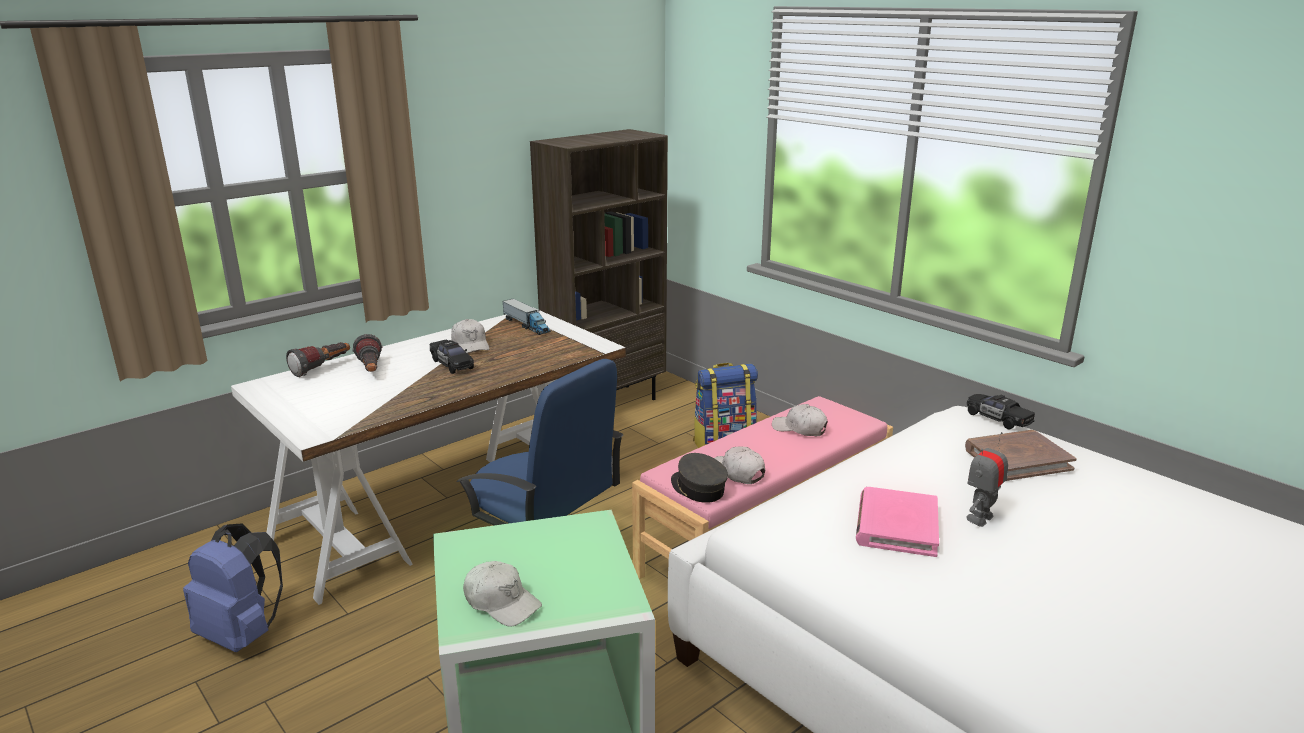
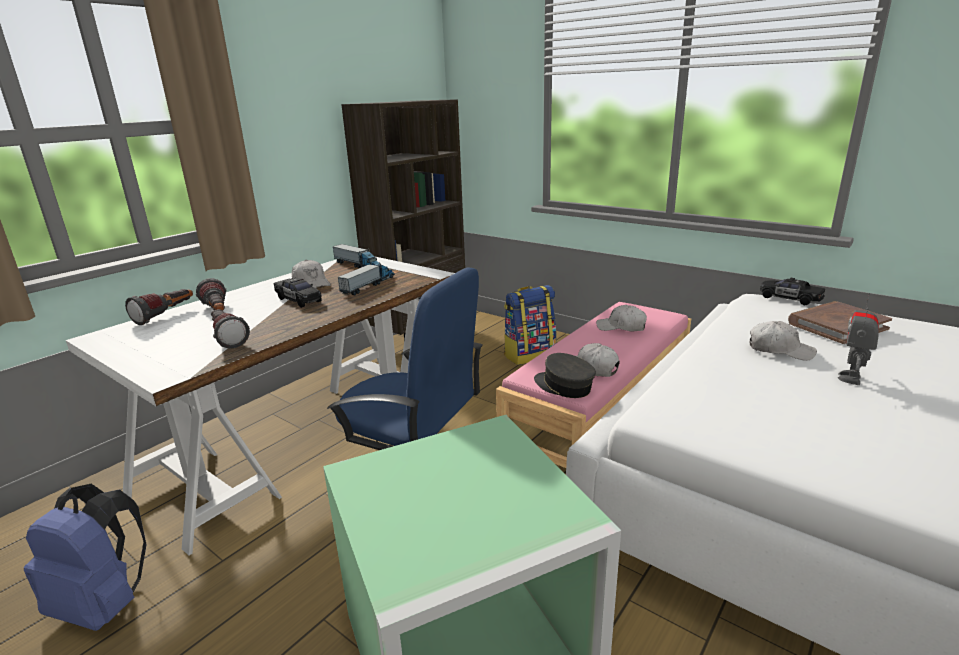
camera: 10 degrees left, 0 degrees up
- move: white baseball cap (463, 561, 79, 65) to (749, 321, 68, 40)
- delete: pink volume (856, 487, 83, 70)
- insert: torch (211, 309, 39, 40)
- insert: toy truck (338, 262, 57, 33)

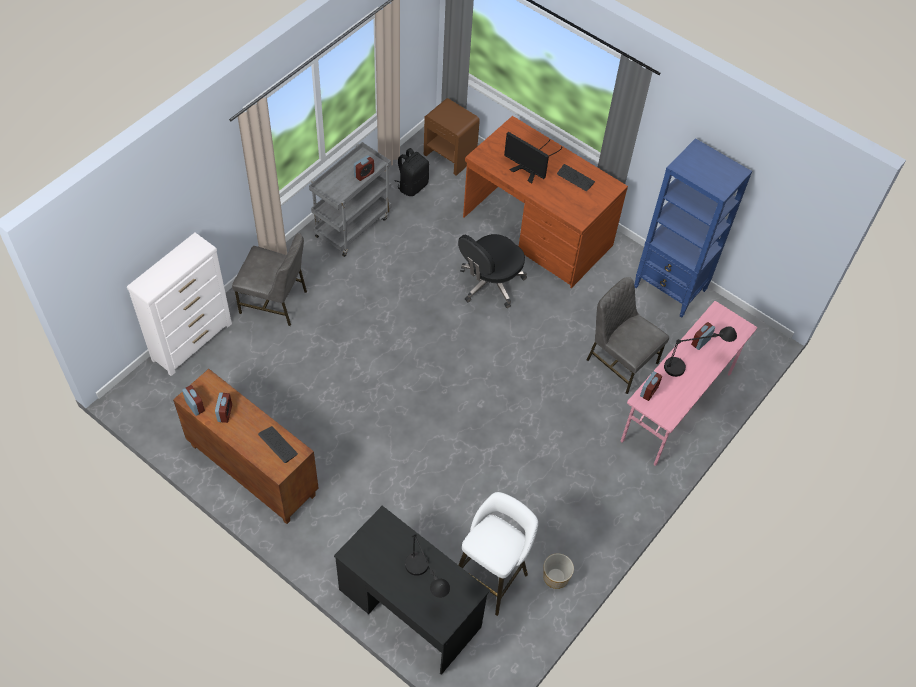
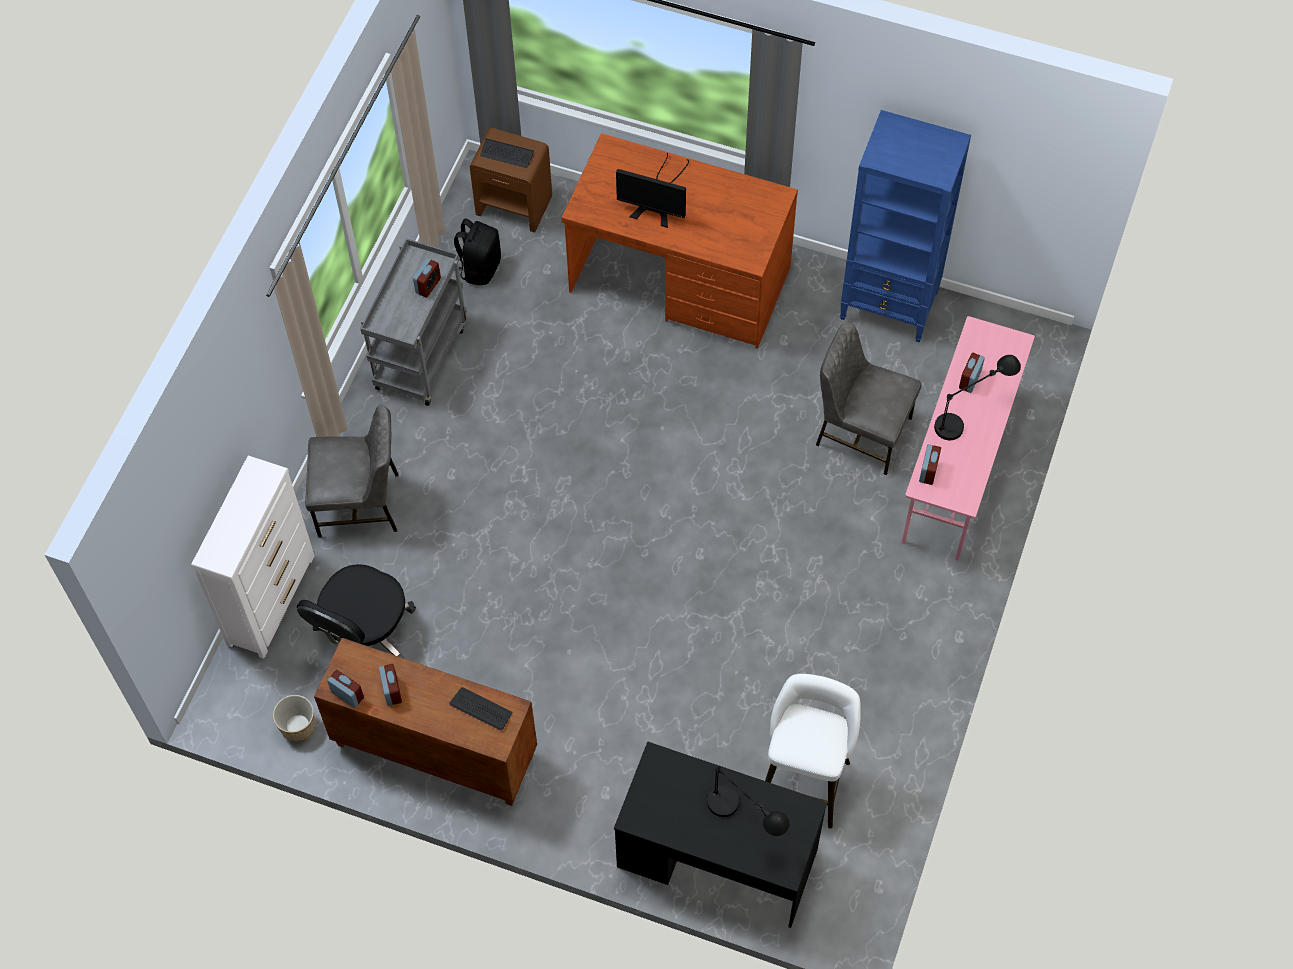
camera: 15 degrees left, 5 degrees up
- move: black-coloured computer chair (458, 234, 69, 74) to (297, 564, 119, 94)
- move: flower pot (543, 553, 31, 36) to (273, 695, 42, 47)
- move: PC keyboard (557, 164, 38, 27) to (480, 138, 54, 30)

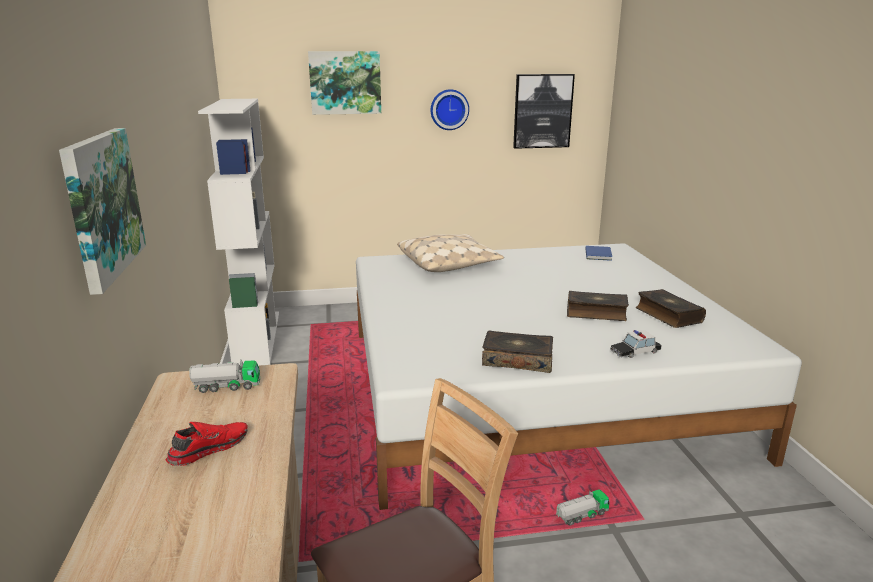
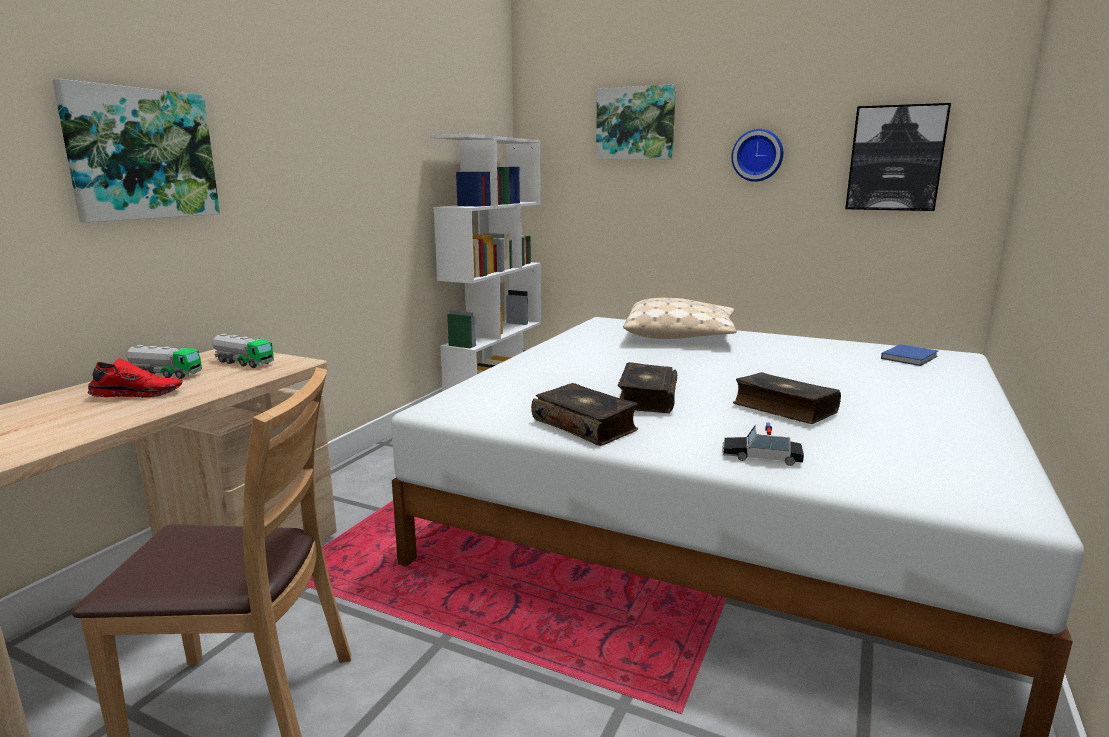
camera: 35 degrees right, 5 degrees down
- move: toy truck (556, 489, 53, 37) to (126, 345, 76, 34)
- move: volume (636, 289, 70, 39) to (618, 362, 59, 51)

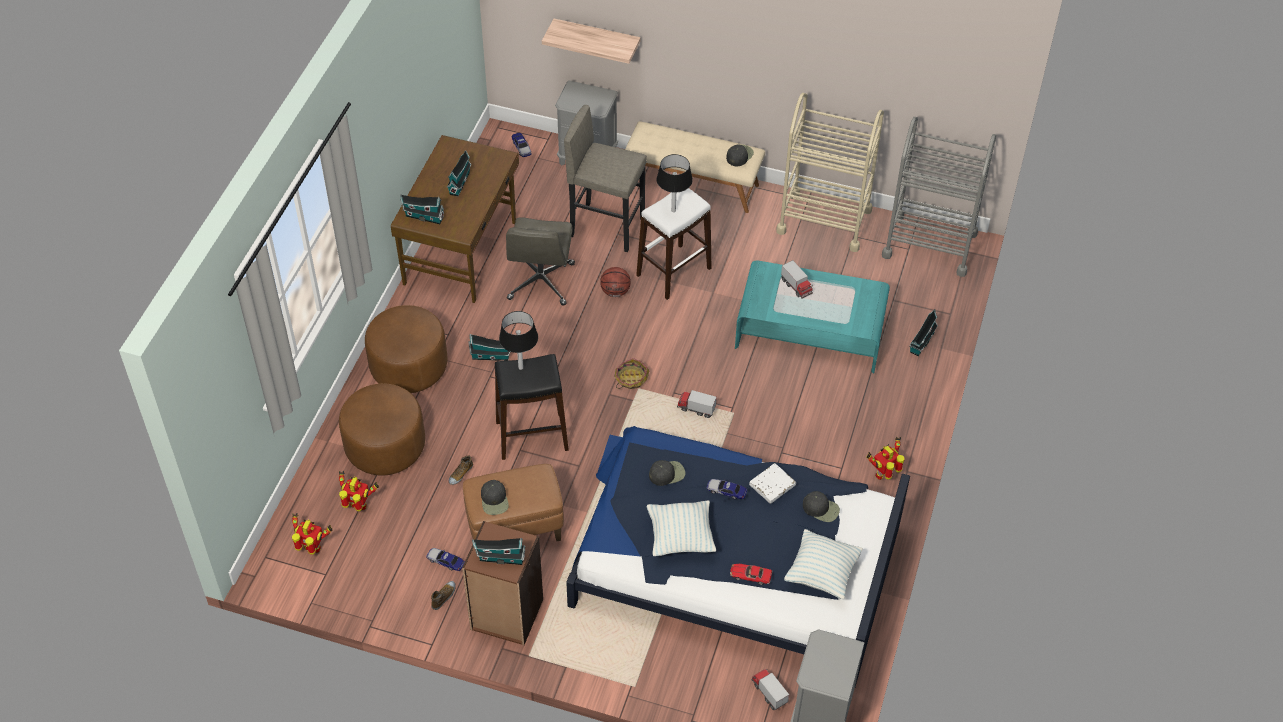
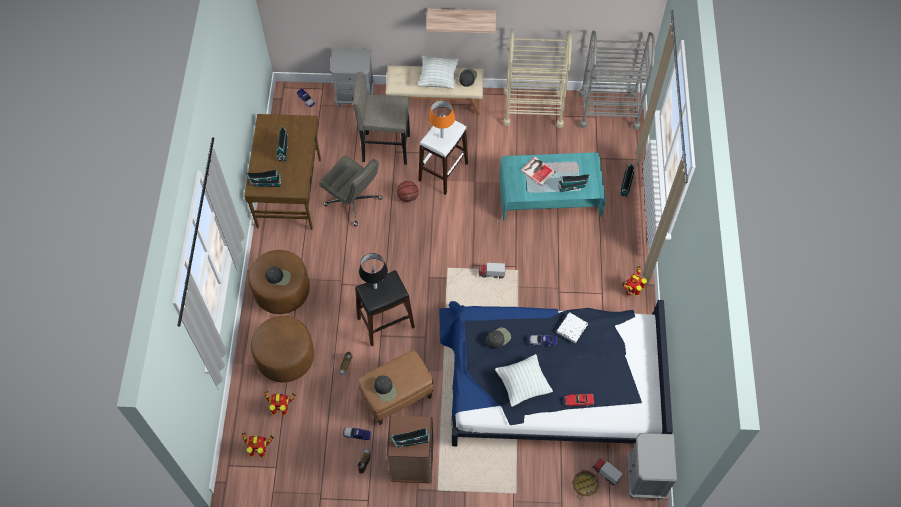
camera: 15 degrees left, 10 degrees up
- move: toy house (468, 334, 43, 27) to (558, 174, 32, 18)
- rotate: grey computer chair (506, 217, 69, 89) = (319, 156, 64, 71) 45 degrees counterclockwise
- move: wall shelf (542, 19, 98, 45) to (426, 9, 70, 24)
- move: basket (615, 358, 34, 31) to (572, 470, 27, 29)
- recolor: black-coloured lamp for a table (656, 154, 37, 58) to orange lamp for a table (429, 100, 26, 38)
- replace: toy truck (781, 260, 32, 39) to volume (521, 157, 35, 29)
- move: throw pillow (784, 529, 79, 70) to (418, 56, 40, 33)
- move: black-coloured baseball cap (803, 491, 37, 31) to (265, 266, 26, 20)

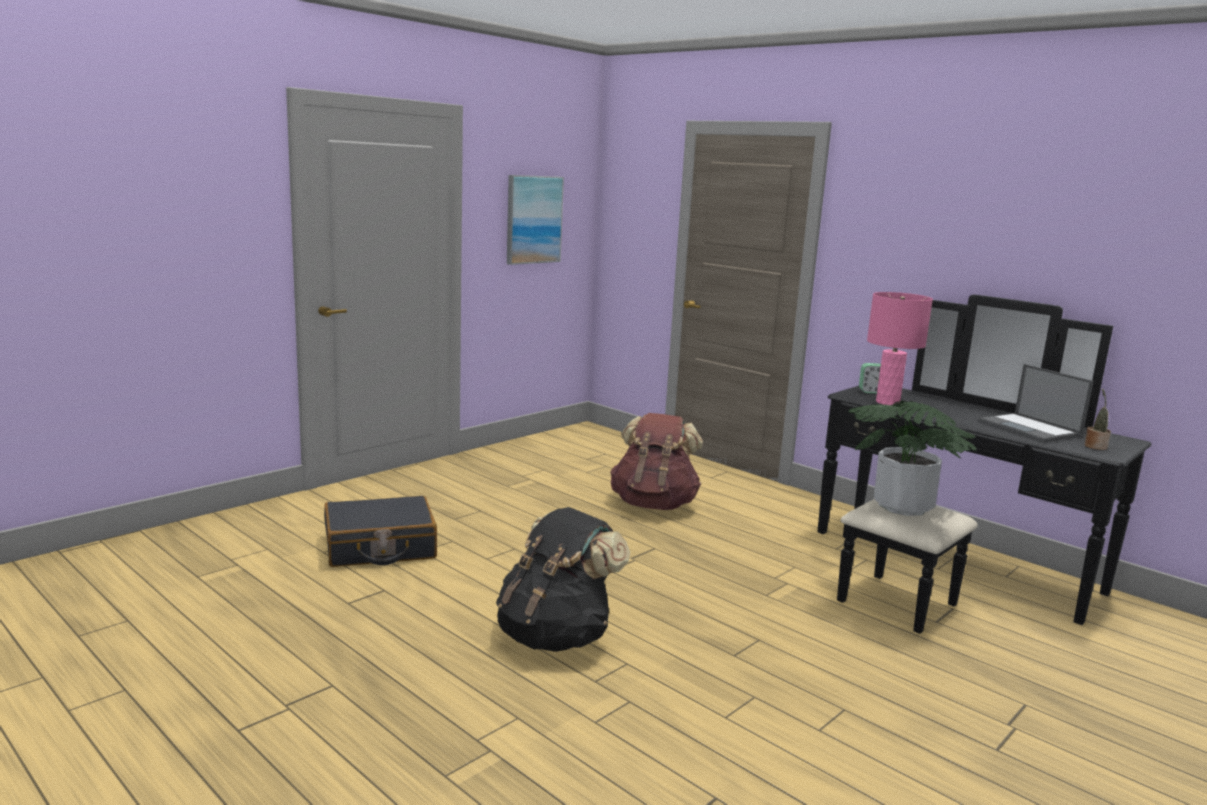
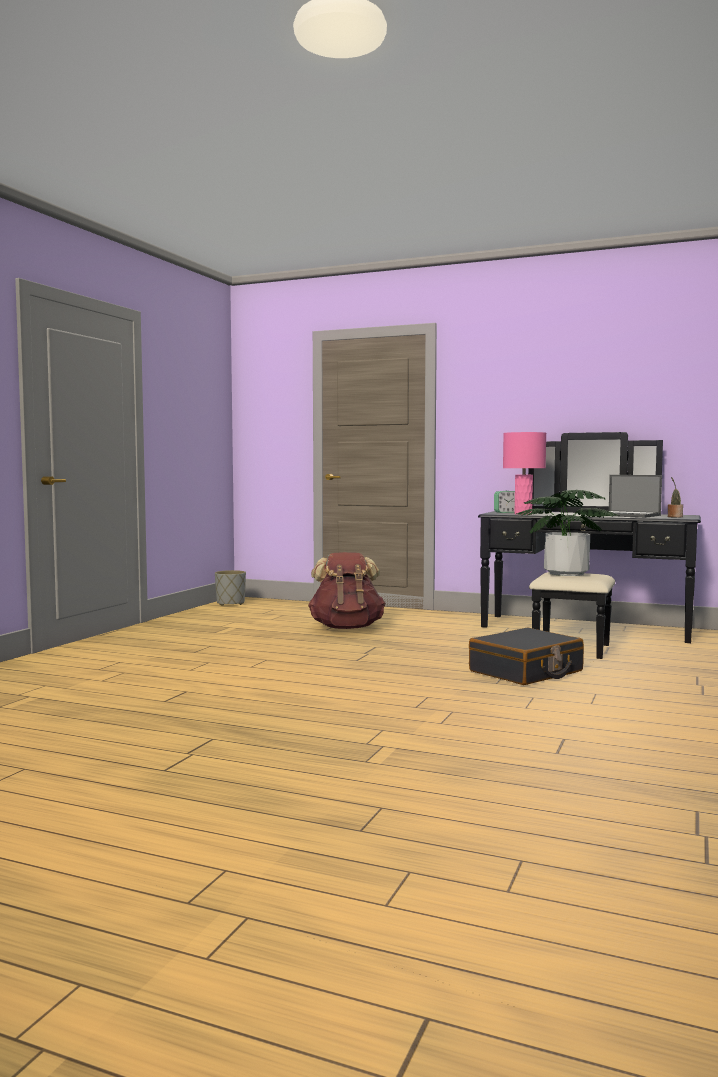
camera: 20 degrees left, 10 degrees down
- move: black-coloured suitcase (324, 496, 113, 71) to (469, 628, 115, 57)
- delete: black-coloured rucksack (496, 507, 134, 145)
- delete: wall picture (507, 175, 57, 90)
- insert: grey flower pot (215, 570, 31, 36)

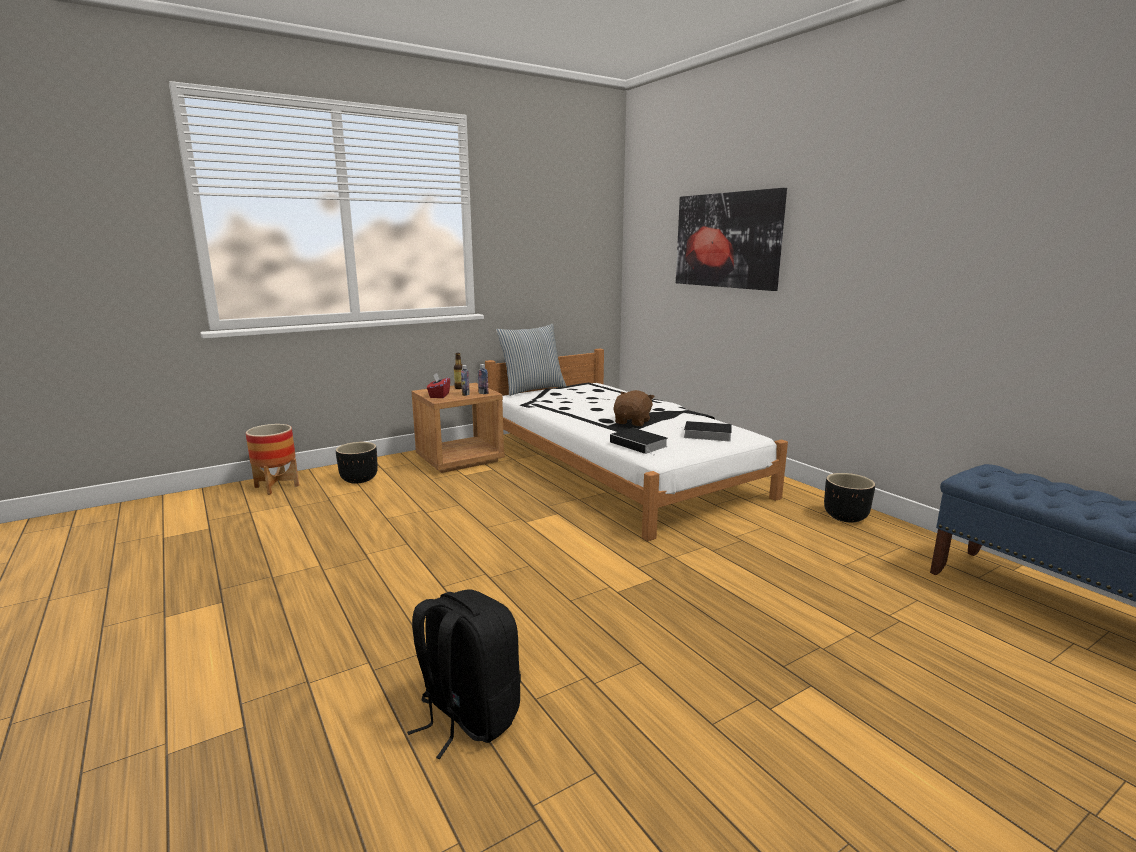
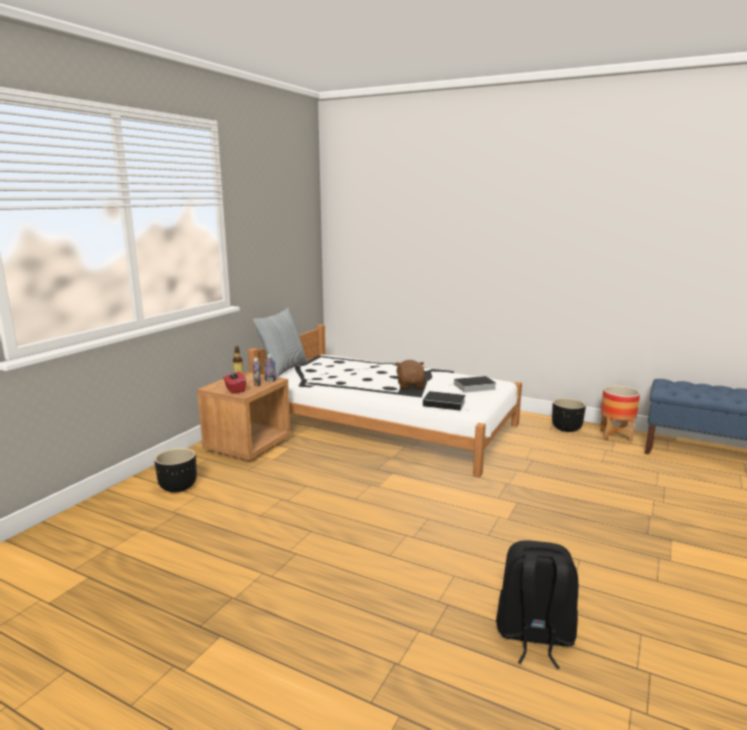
camera: 30 degrees left, 0 degrees up
- move: flower pot (246, 424, 53, 71) to (600, 385, 40, 57)
- delete: wall picture (676, 188, 111, 103)

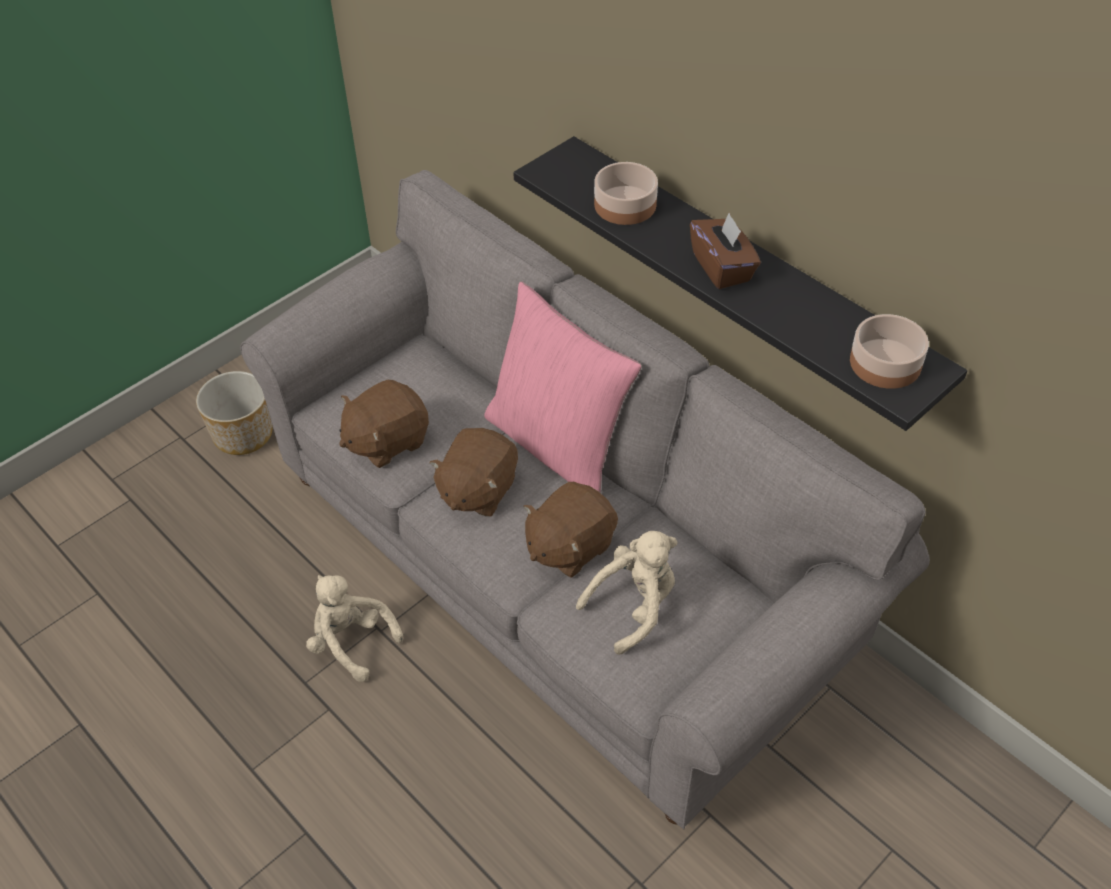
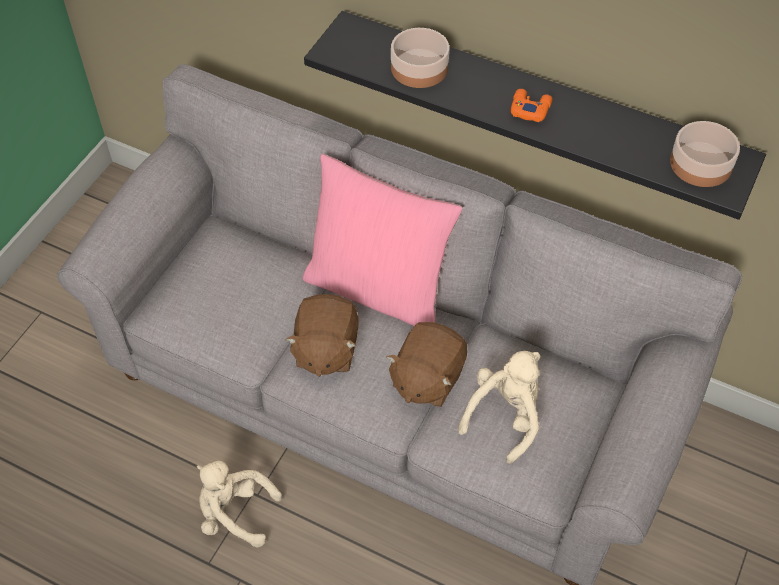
camera: 20 degrees left, 5 degrees up
- delete: flower pot (196, 371, 77, 84)
- delete: brown cuddly toy (339, 380, 90, 88)
- replace: brown tissue box (690, 212, 71, 77) to orange gamepad (511, 89, 41, 33)

